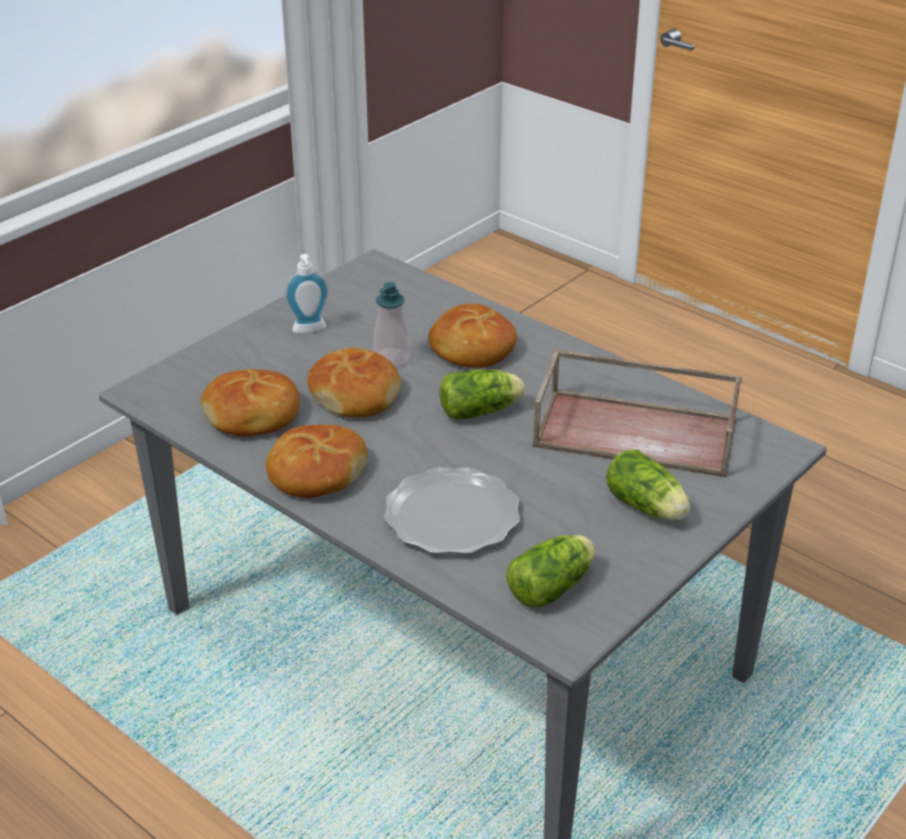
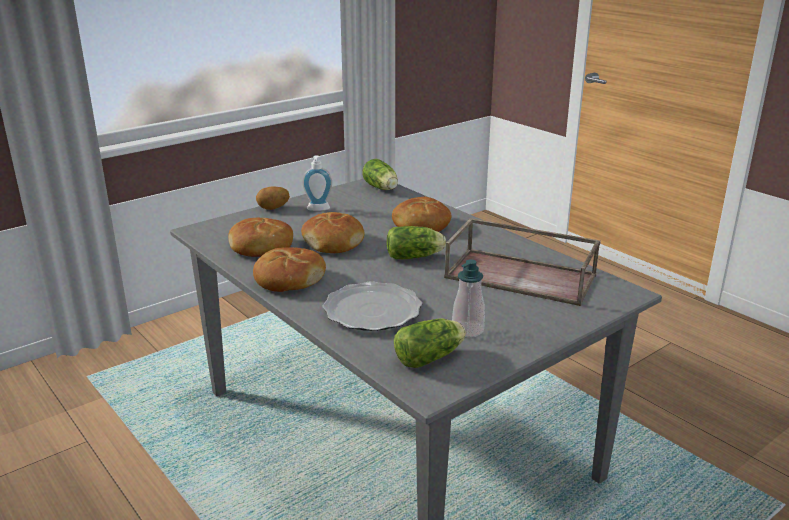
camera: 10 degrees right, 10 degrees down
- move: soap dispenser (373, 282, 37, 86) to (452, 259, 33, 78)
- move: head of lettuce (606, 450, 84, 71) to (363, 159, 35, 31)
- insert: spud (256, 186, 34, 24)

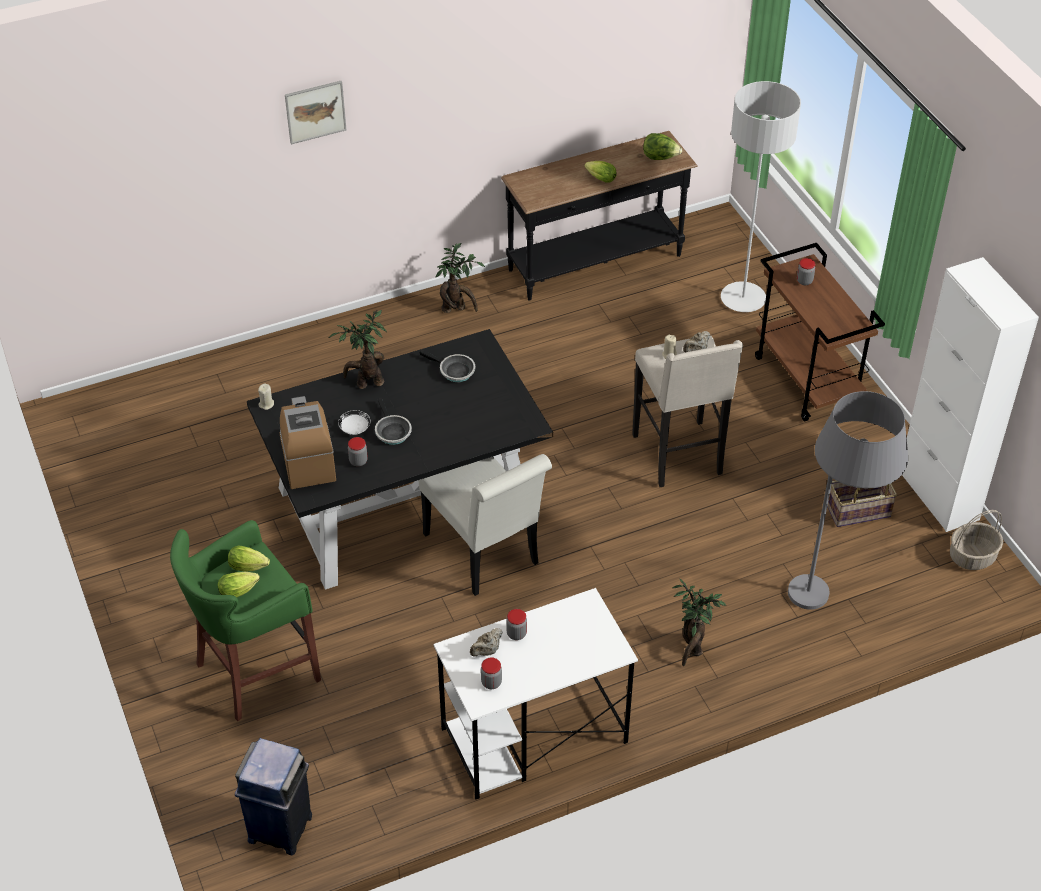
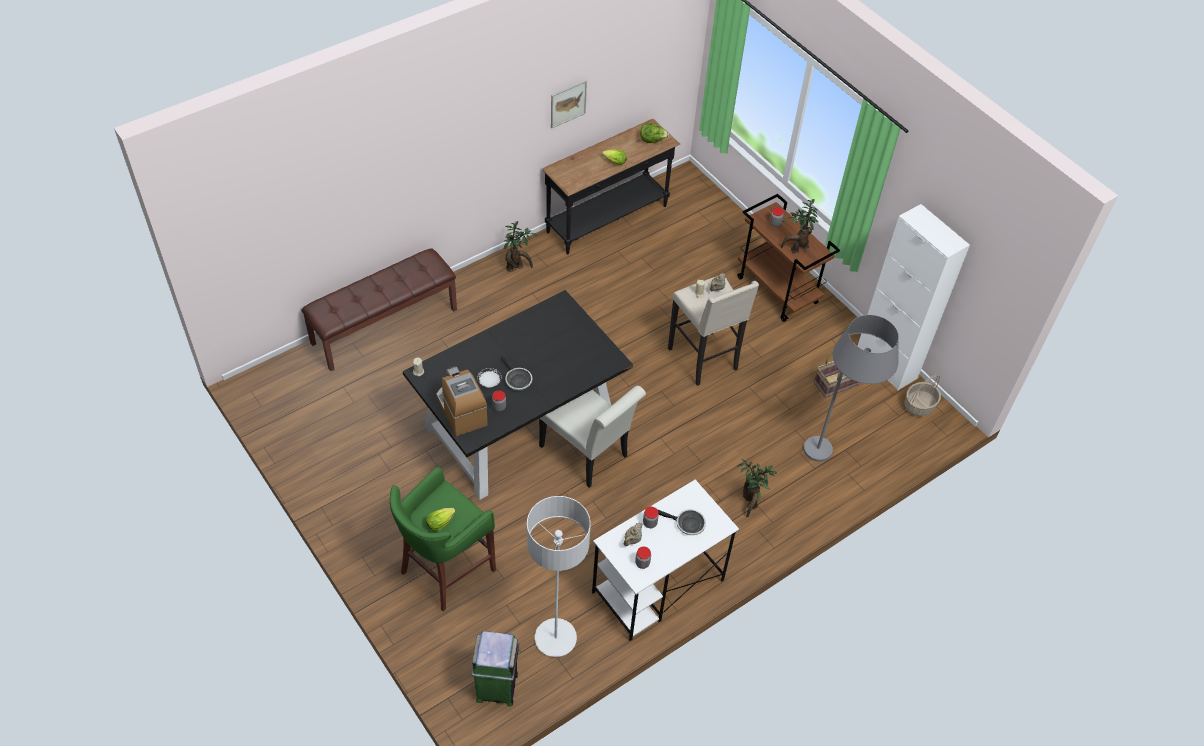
camera: 15 degrees left, 5 degrees up
- delete: head of lettuce (228, 545, 42, 26)
- recolor: blue rubbish bin (235, 738, 77, 118) to greenish rubbish bin (471, 631, 48, 76)
- move: wall picture (285, 81, 61, 63) to (551, 80, 36, 48)
- move: plant in a pot (328, 310, 59, 79) to (781, 199, 37, 55)
- move: pan (420, 350, 55, 32) to (658, 509, 48, 26)
- move: grey floor lamp (721, 81, 80, 231) to (527, 496, 64, 161)
- insert: brown bench (301, 248, 156, 123)

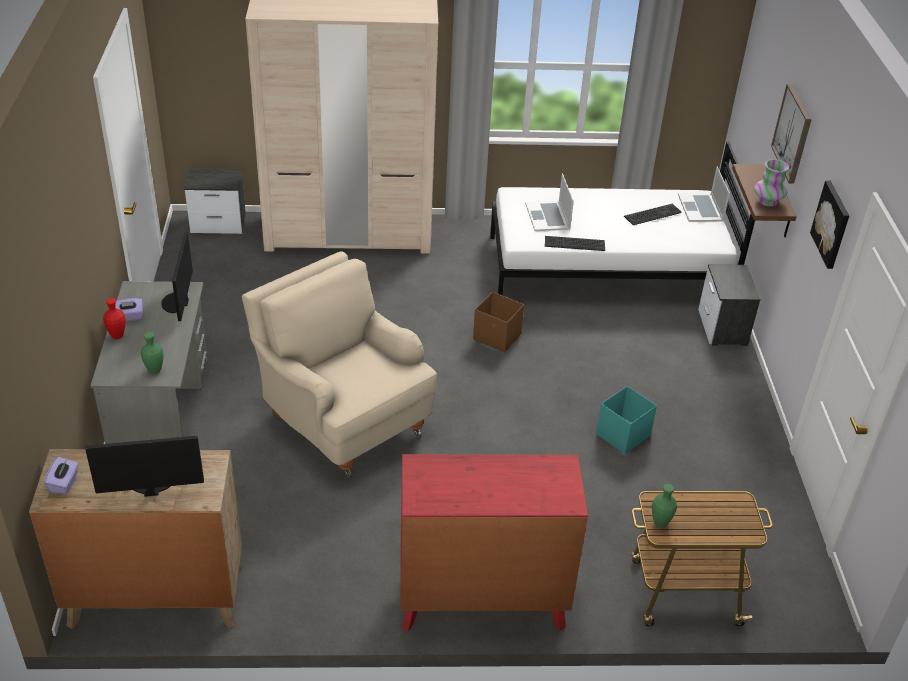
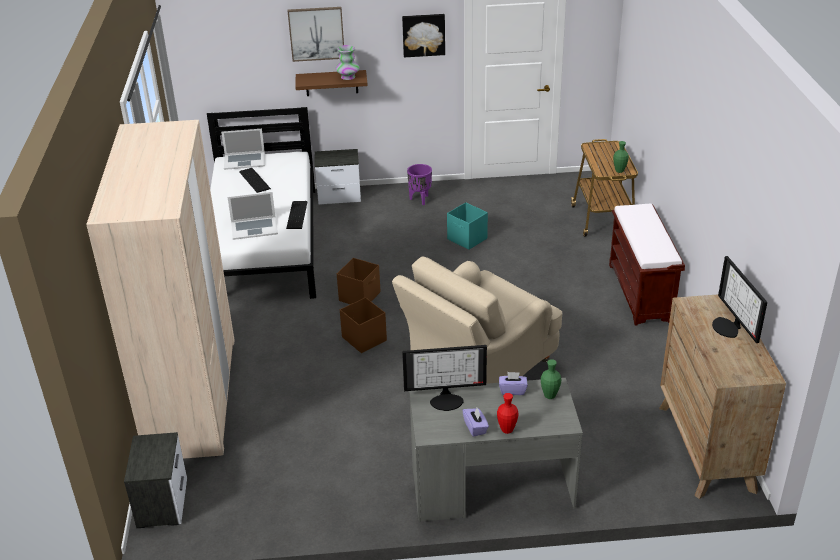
camera: 90 degrees left, 5 degrees down
- move: purple-coloured tissue box (44, 457, 35, 37) to (499, 372, 29, 23)
- replace: red-coloured chest of drawers (400, 454, 188, 177) to brown bench (609, 204, 76, 122)
- insert: brown storage box (340, 297, 47, 56)
- insert: purple-coloured flower pot (407, 164, 25, 41)

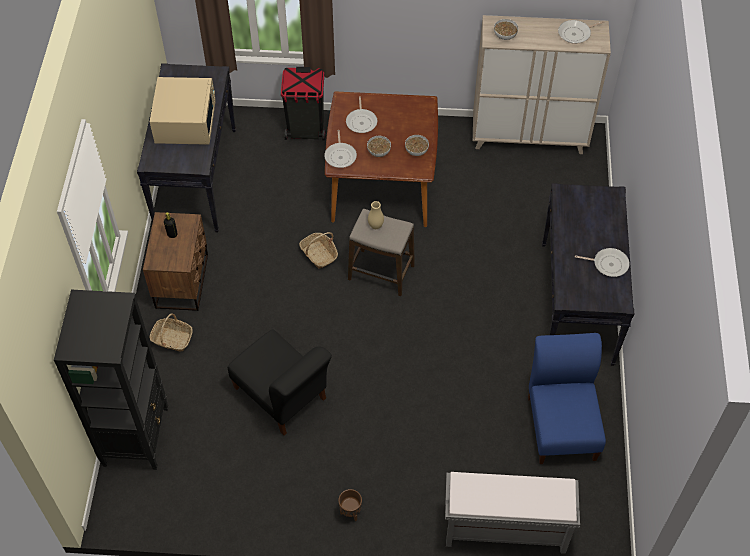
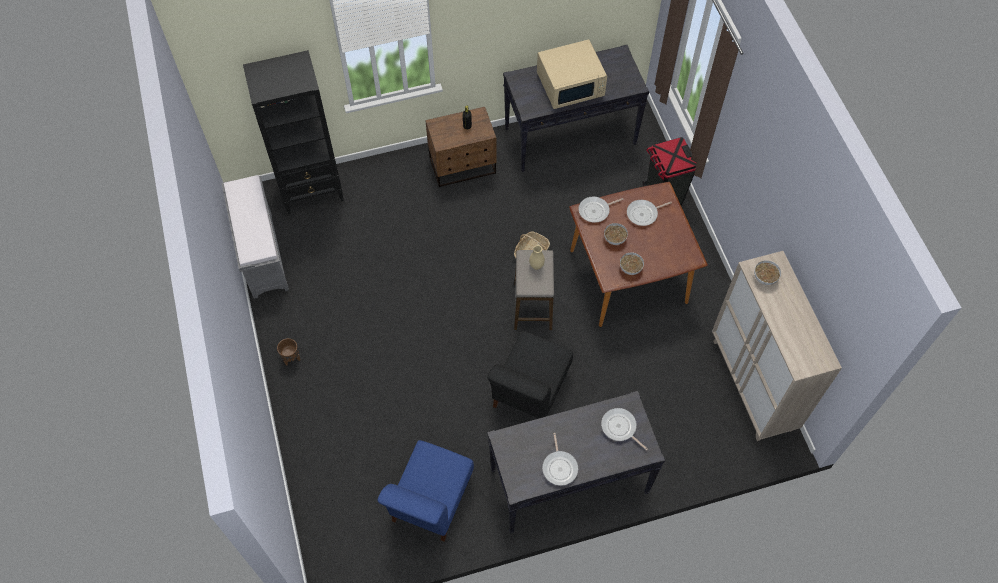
camera: 70 degrees right, 5 degrees up
- delete: basket (149, 313, 44, 39)
- move: black-coloured plain chair (228, 330, 104, 106) to (487, 331, 86, 87)
- move: grey bench (445, 472, 135, 82) to (222, 175, 67, 124)
- rotate: blue plain chair (528, 333, 78, 131) = (378, 440, 96, 102) 135 degrees clockwise
- move: pan (558, 20, 46, 24) to (601, 408, 47, 42)

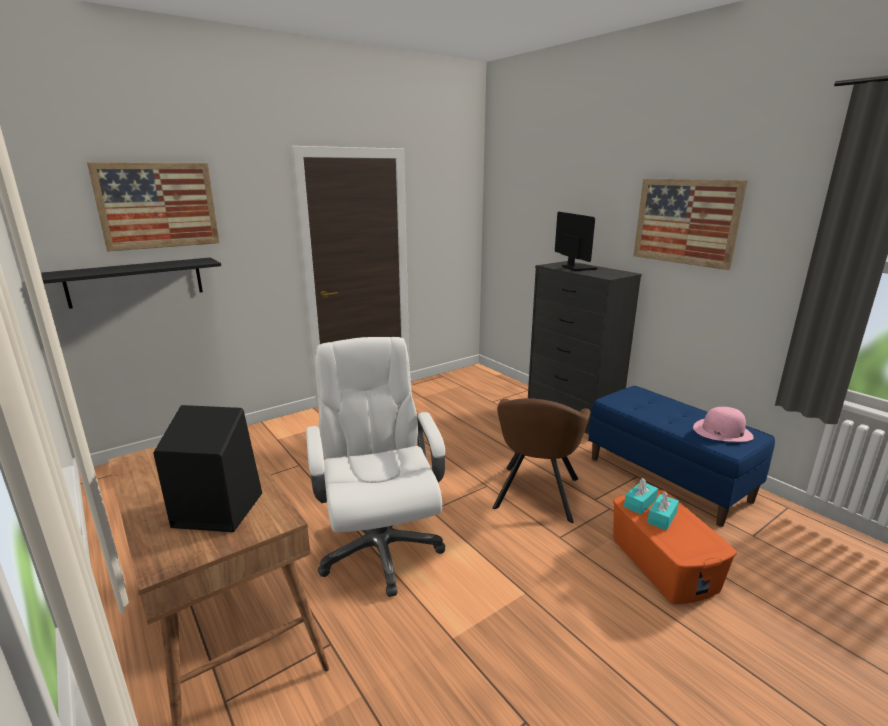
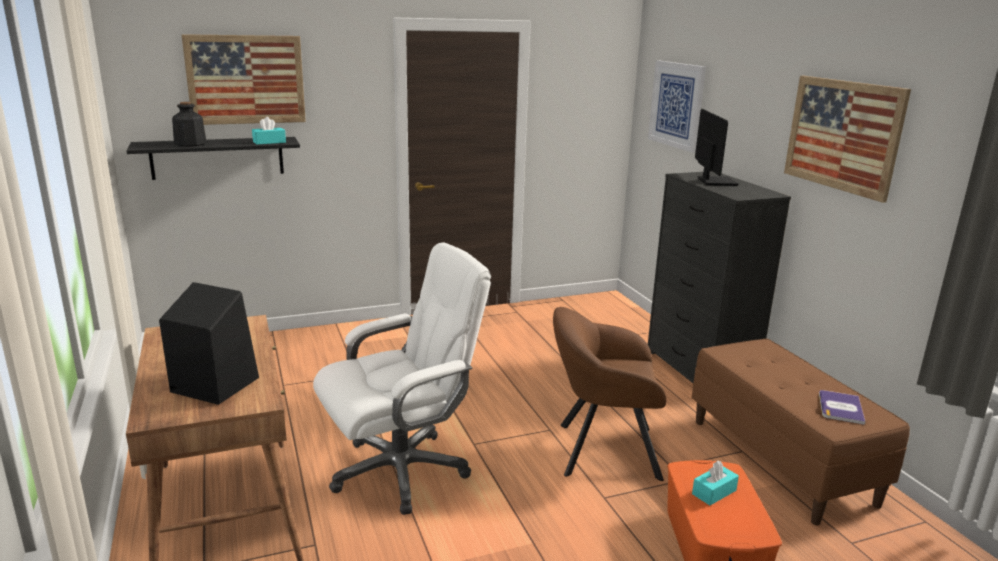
camera: 15 degrees right, 0 degrees up
- rotate: white computer chair (306, 337, 139, 260) = (313, 242, 178, 273) 60 degrees clockwise
- rotate: brown armchair (492, 398, 98, 125) = (553, 307, 113, 174) 60 degrees clockwise
- recolor: blue bench (588, 386, 187, 141) to brown bench (692, 339, 218, 187)
- move: turquoise tissue box (624, 478, 34, 37) to (252, 117, 34, 28)
- replace: pink wearable hat (693, 407, 61, 35) to volume (819, 390, 46, 35)
- insert: beverage bottle (172, 102, 35, 45)
- insert: wall picture (648, 60, 58, 93)

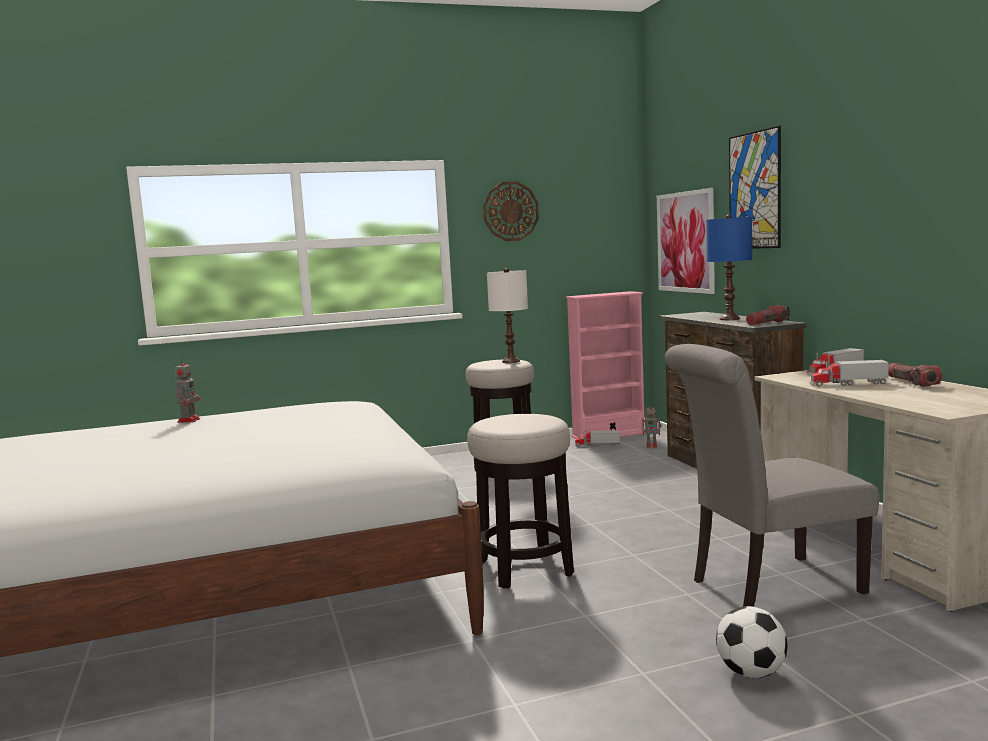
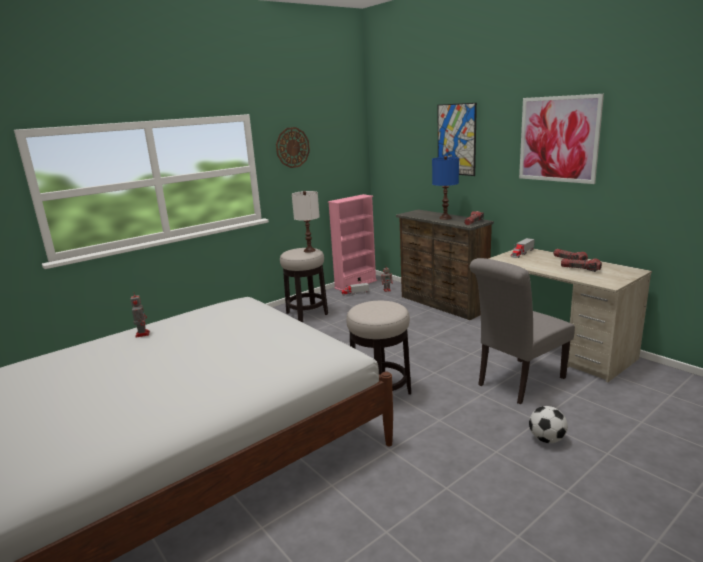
camera: 20 degrees left, 10 degrees up
- move: wall picture (657, 188, 58, 106) to (519, 94, 85, 90)
- delete: toy truck (810, 360, 79, 27)
- insert: torch (561, 258, 41, 14)

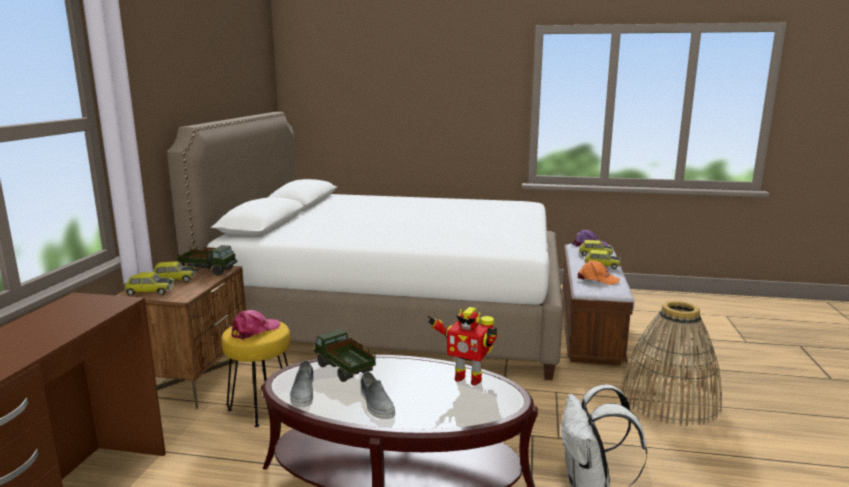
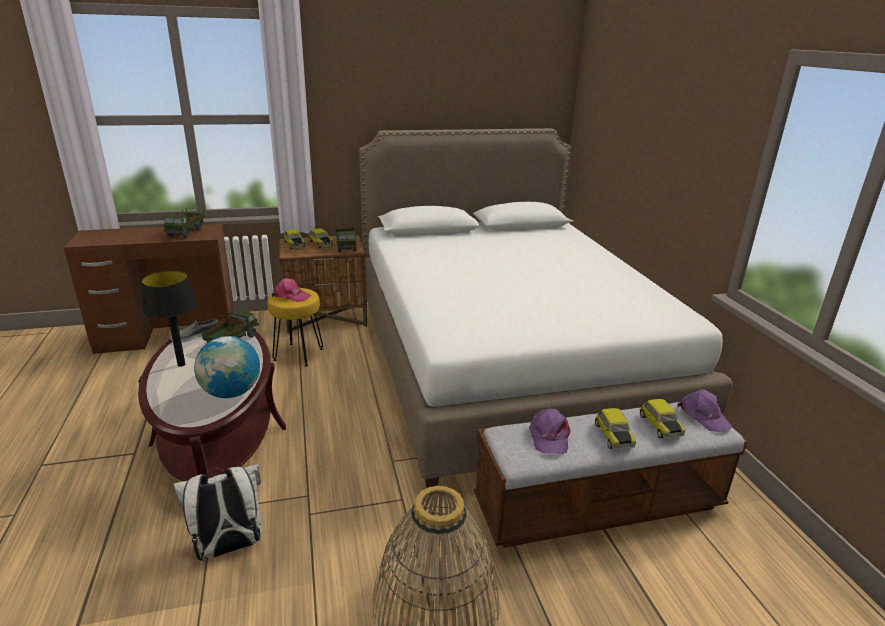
camera: 65 degrees right, 10 degrees up
- replace: grey item of footwear (360, 372, 35, 47) to black-coloured lamp for a table (141, 270, 57, 97)
- replace: toy robot (428, 307, 69, 78) to world globe (194, 336, 66, 62)
- recolor: orange baseball cap (577, 260, 43, 25) to purple-coloured baseball cap (529, 408, 42, 46)
- insert: toy truck (163, 210, 42, 28)

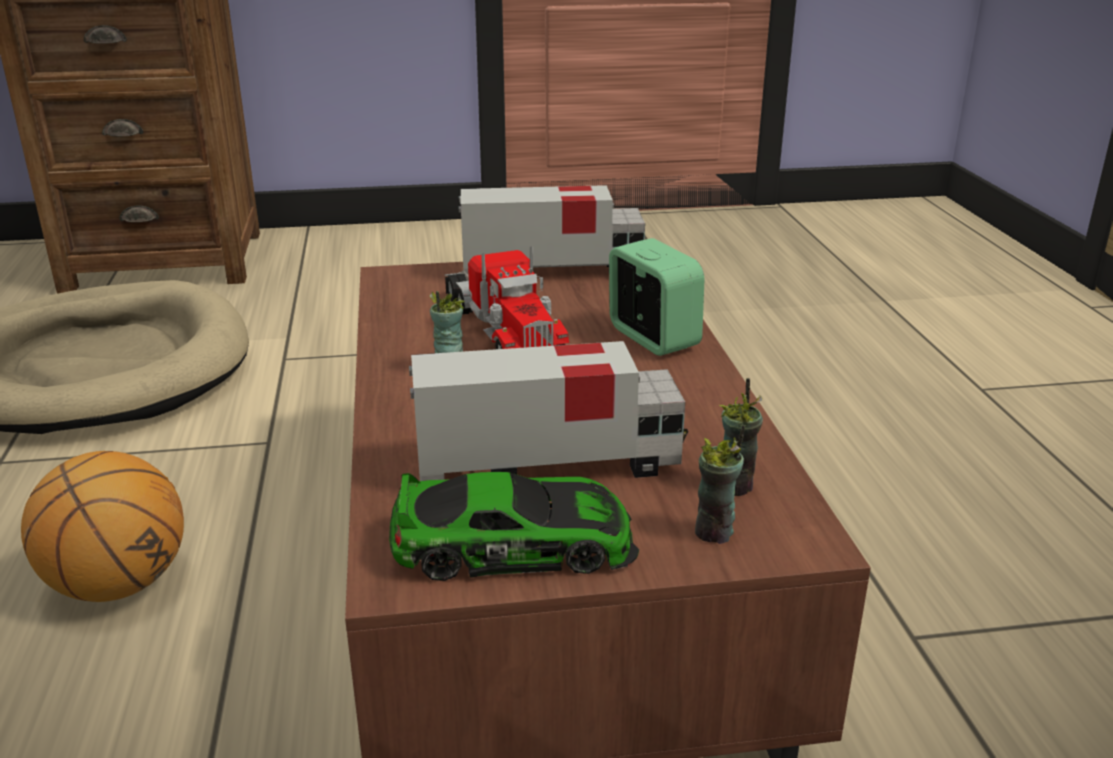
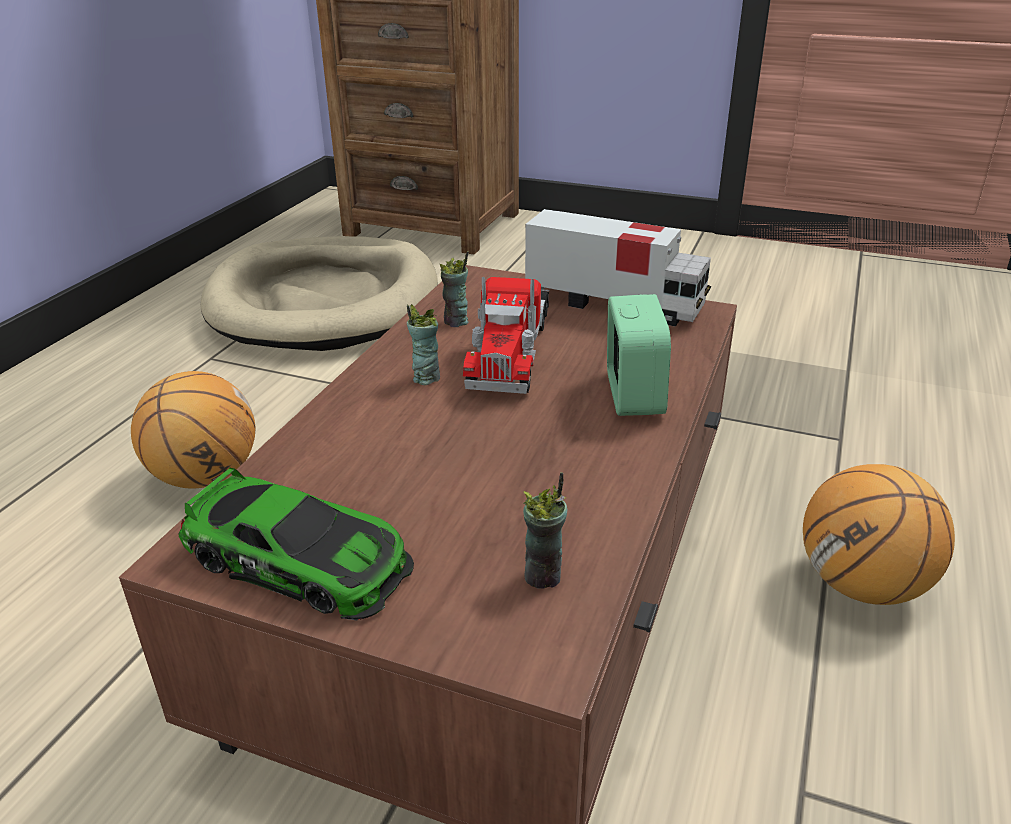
camera: 30 degrees right, 5 degrees up
- delete: toy truck (409, 341, 279, 140)
- move: drinking cup (695, 425, 50, 119) to (440, 251, 29, 76)
- insert: ball for basketball (803, 464, 152, 141)

